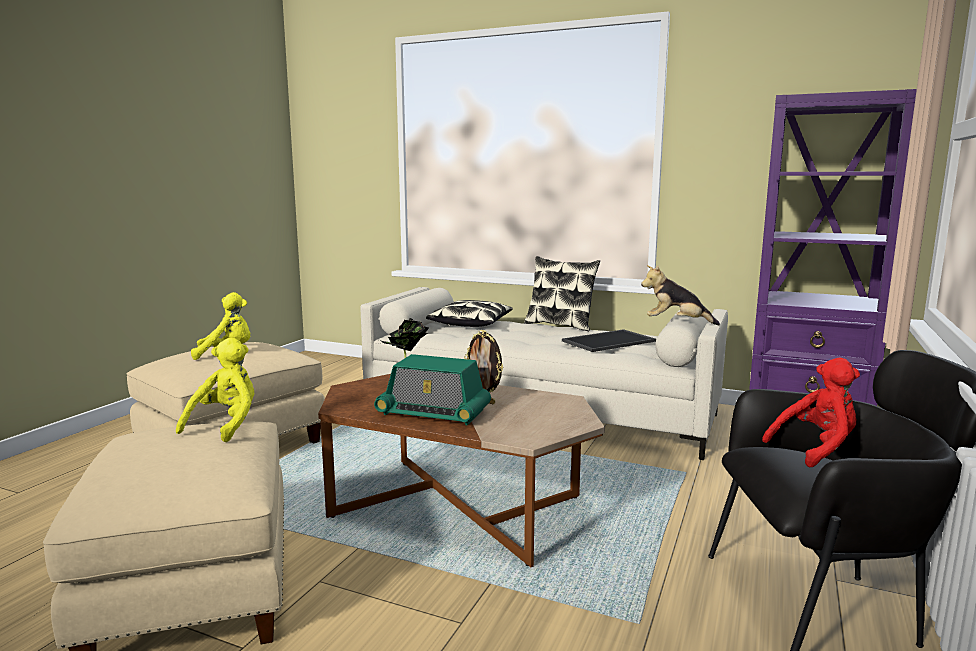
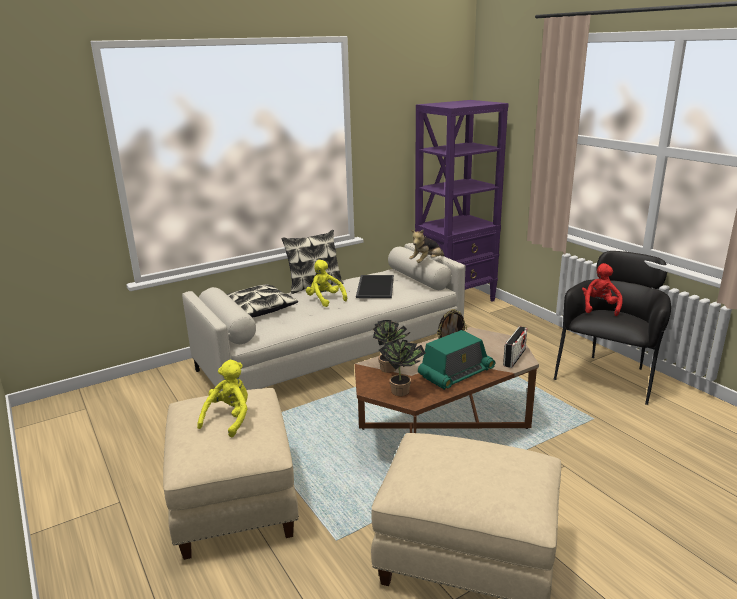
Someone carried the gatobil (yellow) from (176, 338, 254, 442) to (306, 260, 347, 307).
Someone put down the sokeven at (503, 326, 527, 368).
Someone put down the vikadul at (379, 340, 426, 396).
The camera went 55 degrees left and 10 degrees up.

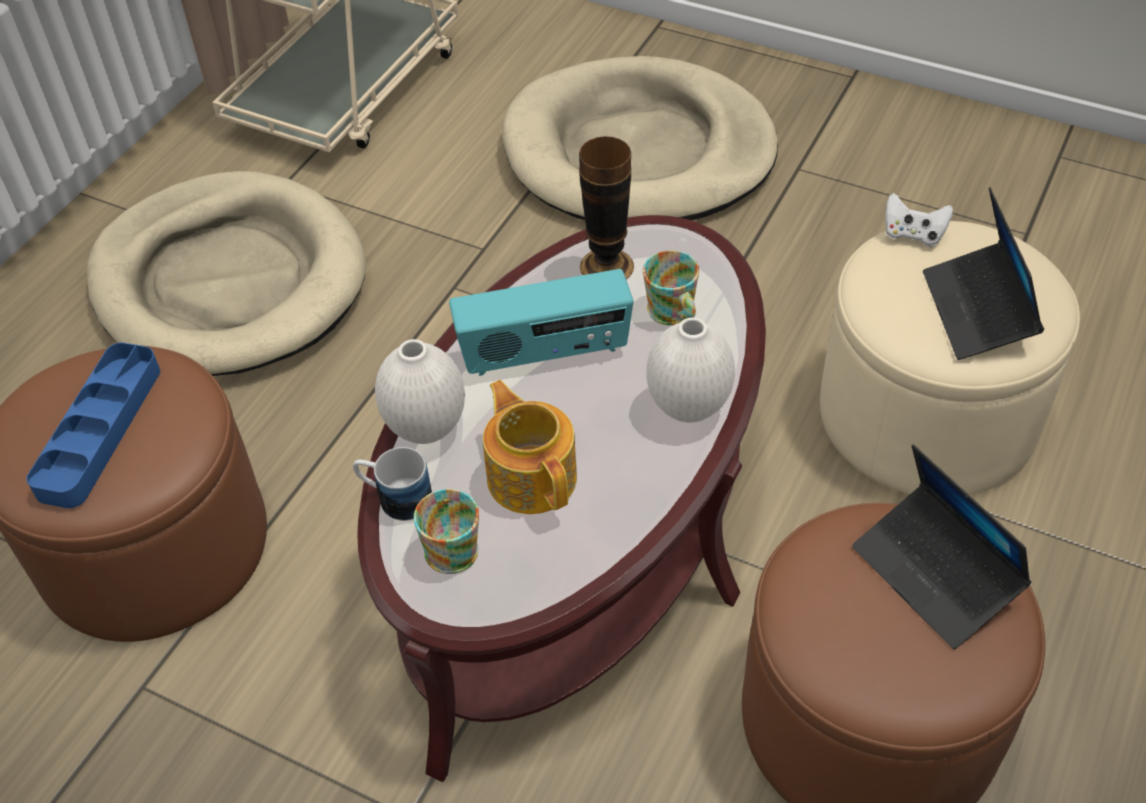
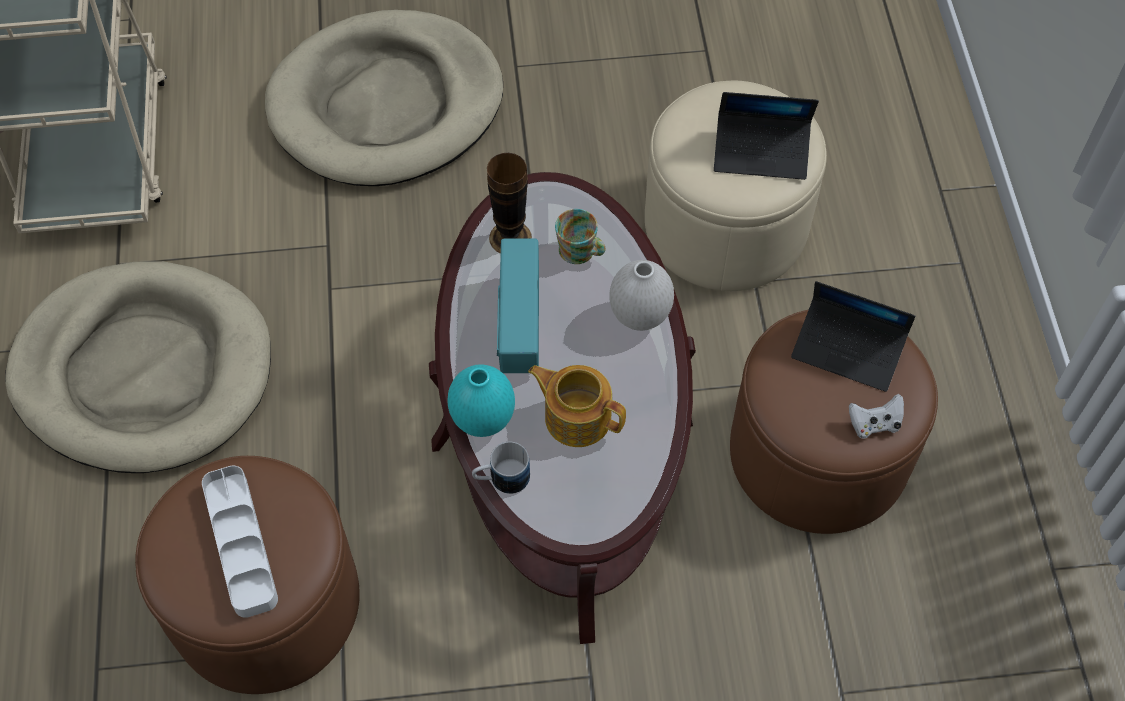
Someone rotated the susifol at (923, 187, 1044, 360) by 45 degrees counterclockwise.
Someone carried the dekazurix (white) from (885, 193, 953, 247) to (849, 394, 904, 439).
Someone rotated the sokeven at (449, 269, 633, 376) by 135 degrees clockwise.
Someone repainted the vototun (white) at (375, 339, 465, 444), which became the vototun (turquoise) at (447, 364, 515, 437).
Someone repainted the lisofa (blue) at (26, 342, 160, 508), which became the lisofa (white) at (202, 465, 278, 618).
Someone took away the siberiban at (414, 489, 479, 574).
The camera went 35 degrees left and 10 degrees up.

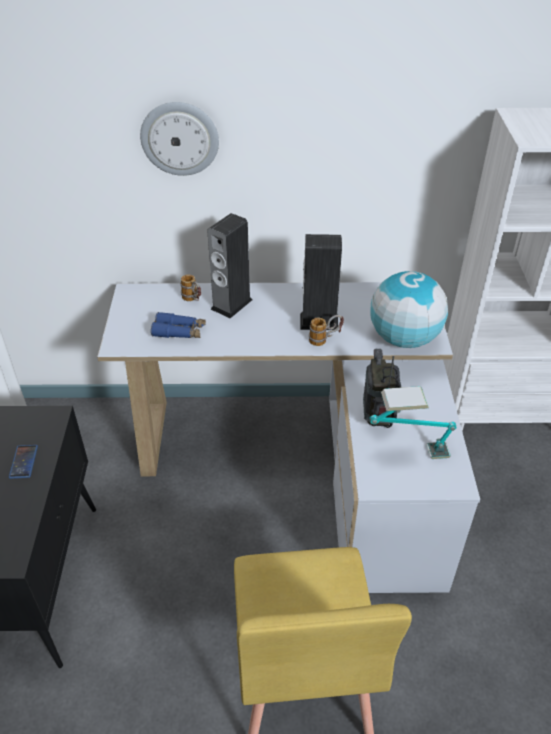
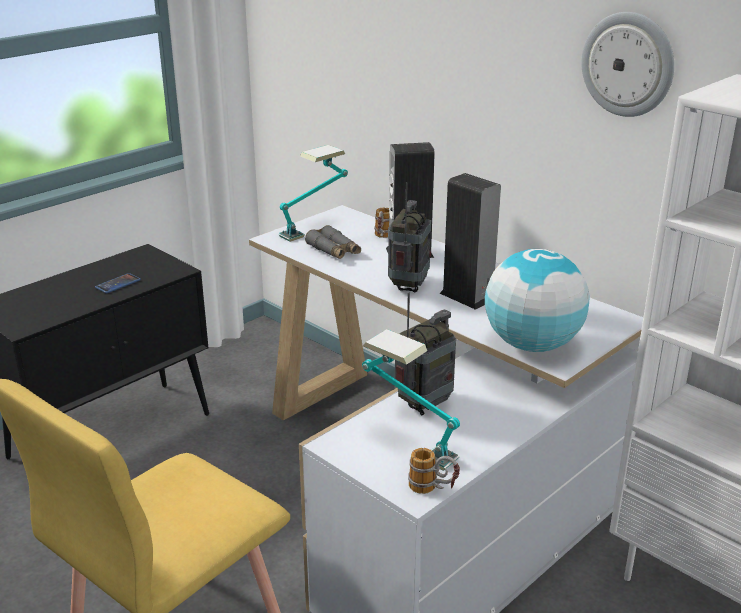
Someone carried the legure from (140, 102, 219, 176) to (581, 12, 674, 117).
Someone repainted the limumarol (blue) at (151, 312, 206, 338), which became the limumarol (grey) at (305, 225, 361, 259).
Someone carried the siberiban from (309, 315, 344, 346) to (408, 448, 460, 494).
Someone put down the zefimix at (278, 145, 348, 242).
Someone put down the sokeven at (388, 182, 431, 292).
The camera went 45 degrees right and 15 degrees down.

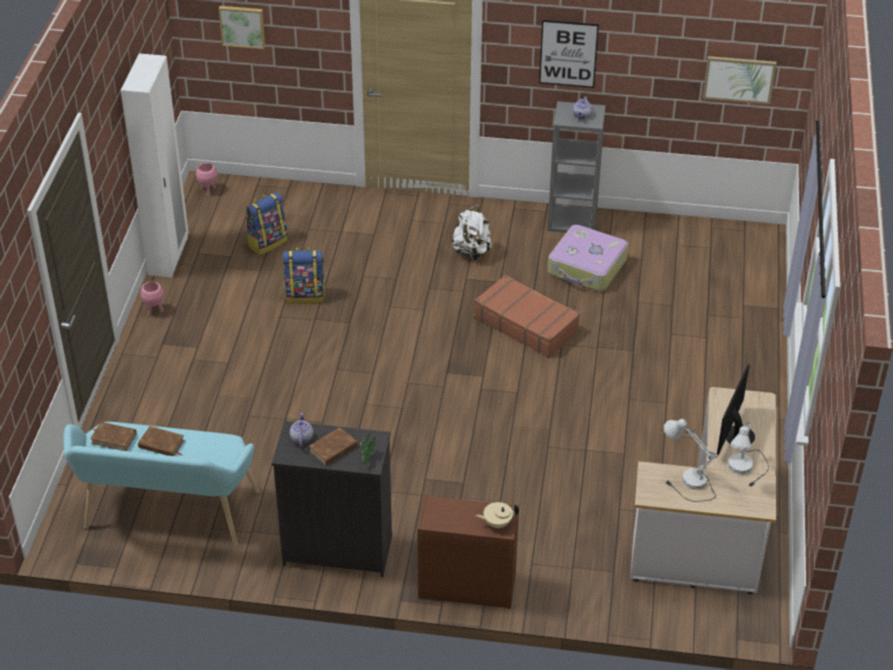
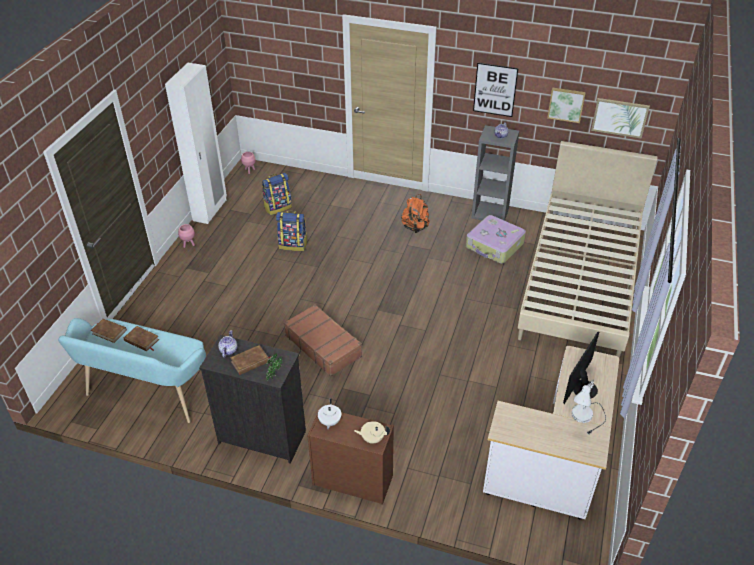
Someone carried the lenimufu from (218, 6, 265, 49) to (547, 87, 586, 123).
Someone repainted the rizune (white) at (451, 205, 492, 260), which became the rizune (orange) at (401, 194, 430, 233).
Someone carried the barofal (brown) from (474, 275, 580, 358) to (284, 304, 362, 377).
Someone took away the zefimix (white) at (663, 419, 718, 502).
Someone put down the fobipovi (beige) at (518, 141, 658, 358).
Someone put down the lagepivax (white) at (318, 398, 341, 429).
The camera went 10 degrees right and 0 degrees up.

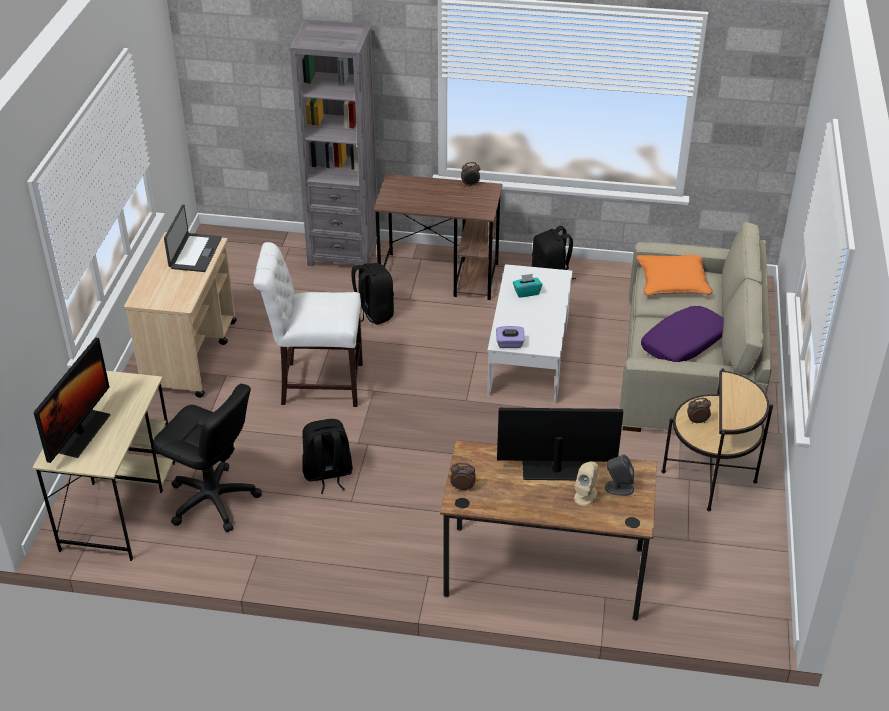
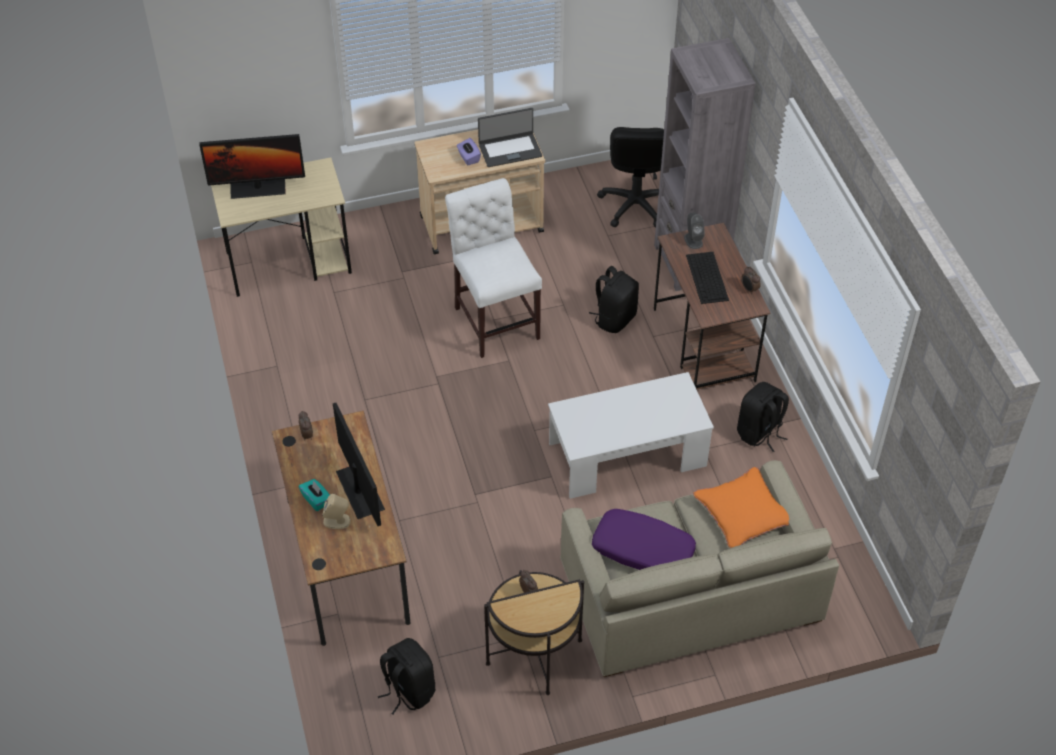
Someone carried the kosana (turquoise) from (513, 274, 542, 298) to (299, 479, 330, 511).
Someone carried the kosana (purple) from (496, 326, 524, 348) to (457, 138, 481, 165).
Someone carried the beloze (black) from (153, 384, 262, 532) to (597, 127, 664, 228).
Someone carried the rizune (black) from (302, 419, 353, 494) to (378, 638, 435, 715).
Someone carried the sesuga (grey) from (605, 455, 634, 496) to (684, 212, 705, 249).
Someone put down the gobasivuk at (686, 252, 729, 304).
The camera went 65 degrees right and 10 degrees up.

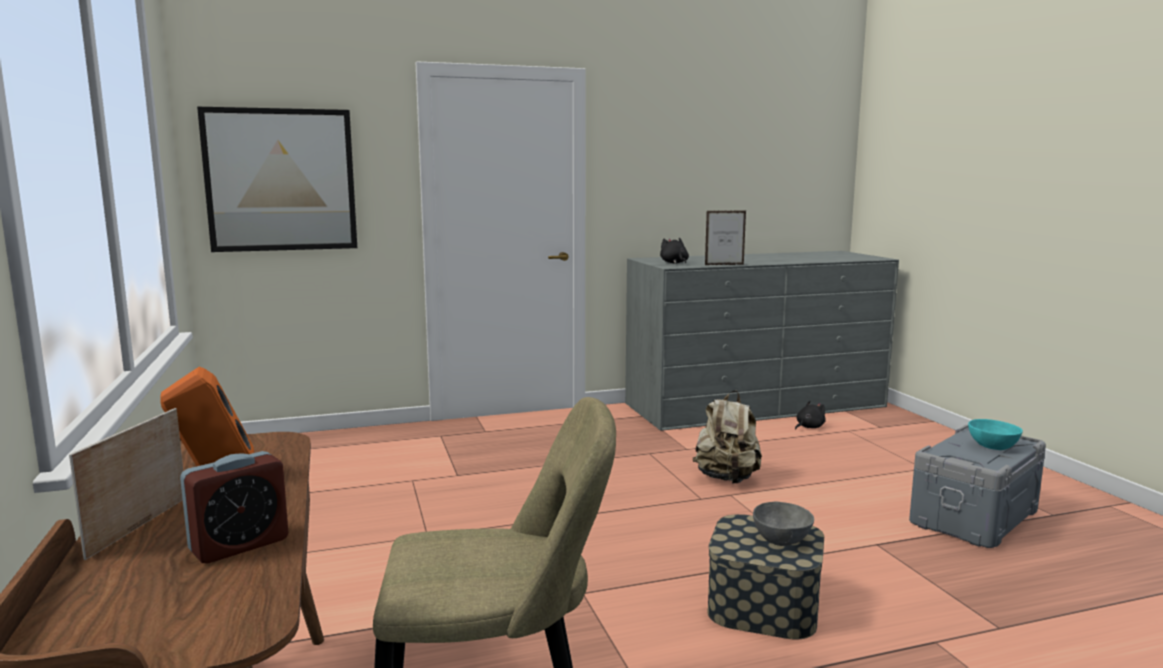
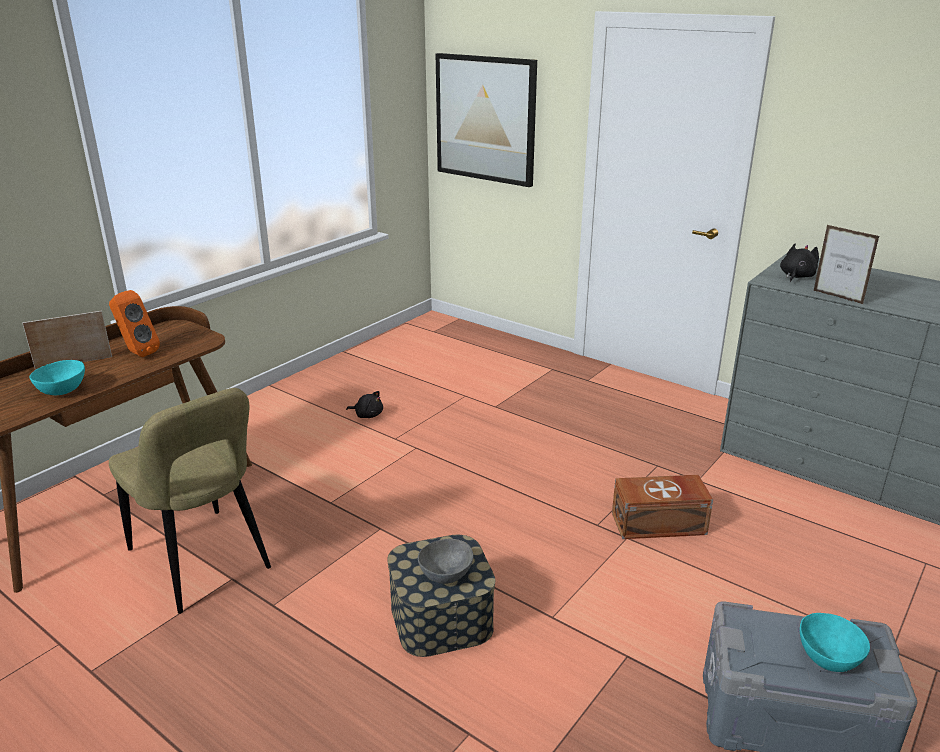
Someone swapped the rizune (beige) at (693, 391, 762, 484) for the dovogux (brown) at (612, 475, 713, 539).
Someone carried the gatobil (black) from (795, 401, 826, 430) to (346, 391, 383, 418).
Someone swapped the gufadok at (180, 451, 288, 564) for the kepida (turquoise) at (29, 360, 85, 395).
The camera went 55 degrees right and 15 degrees up.

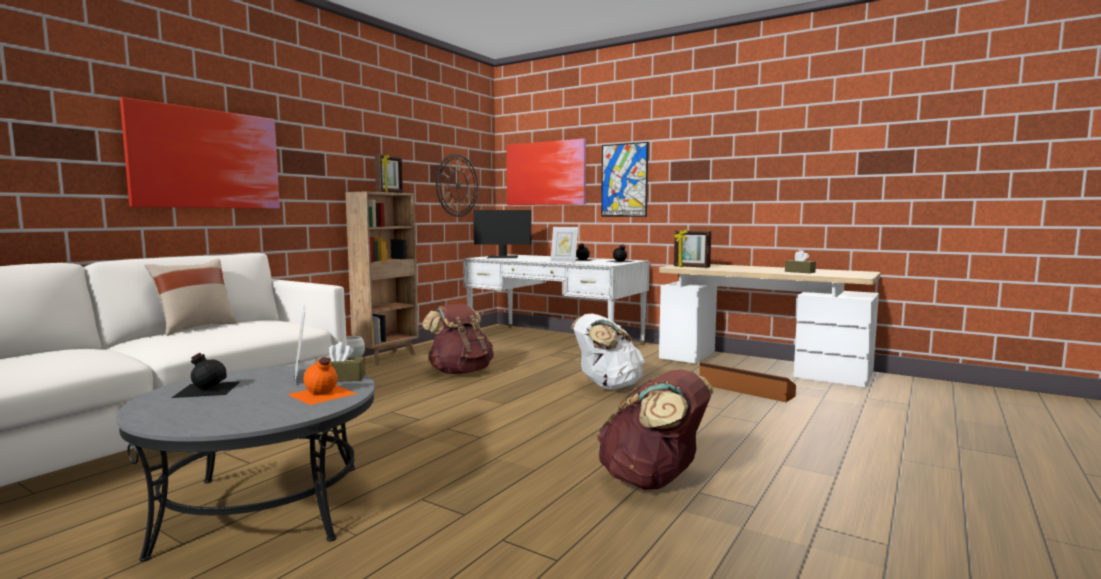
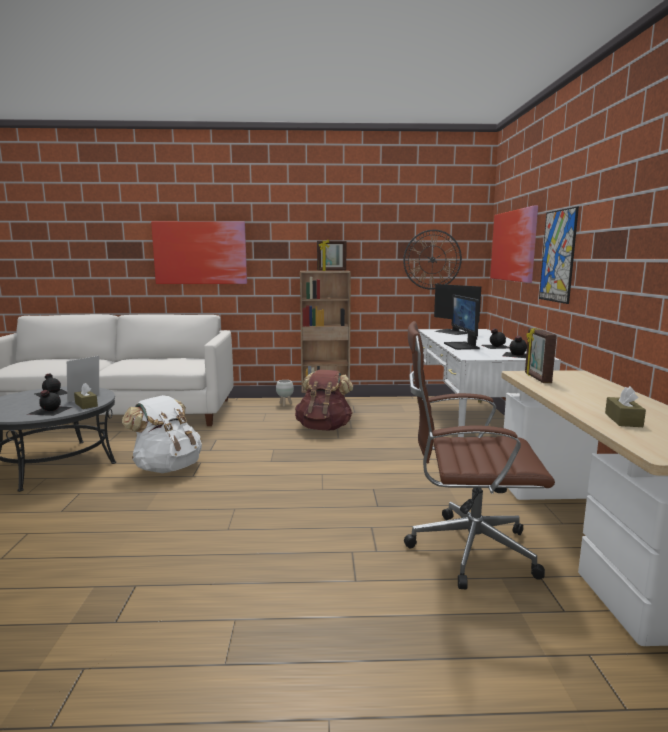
Someone swapped the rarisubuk at (551, 227, 578, 262) for the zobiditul at (444, 295, 480, 350).
Someone took away the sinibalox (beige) at (144, 259, 237, 336).
Someone carried the rizune (white) from (571, 313, 645, 390) to (122, 395, 202, 473).
Someone repainted the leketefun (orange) at (288, 357, 358, 405), which became the leketefun (black) at (27, 390, 72, 416).
Someone swapped the dovogux (brown) at (699, 362, 796, 402) for the beloze (brown) at (404, 321, 555, 589).
Someone took away the rizune (brown) at (597, 369, 713, 490).
The camera went 55 degrees right and 5 degrees up.

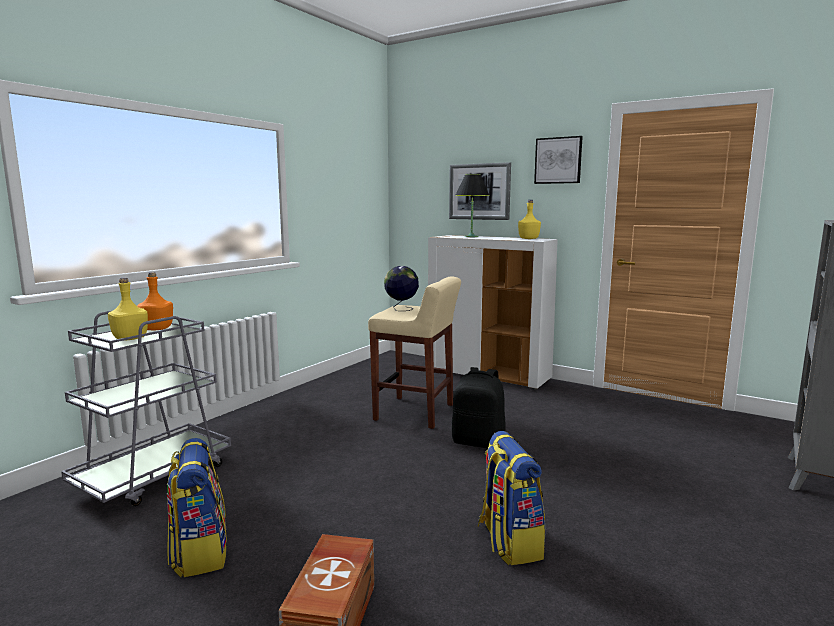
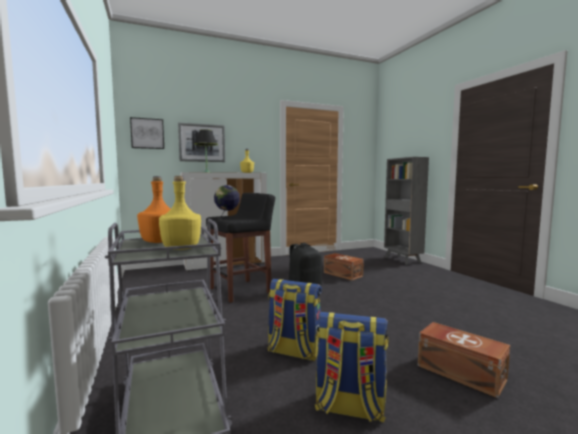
Someone carried the lenimufu from (534, 136, 583, 184) to (130, 117, 164, 149).
Someone repainted the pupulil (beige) at (368, 276, 461, 429), which became the pupulil (black) at (206, 193, 275, 303).
Someone carried the rizune from (478, 431, 545, 565) to (267, 279, 322, 362).
Someone put down the dovogux (brown) at (324, 253, 364, 280).
The camera went 55 degrees left and 5 degrees down.

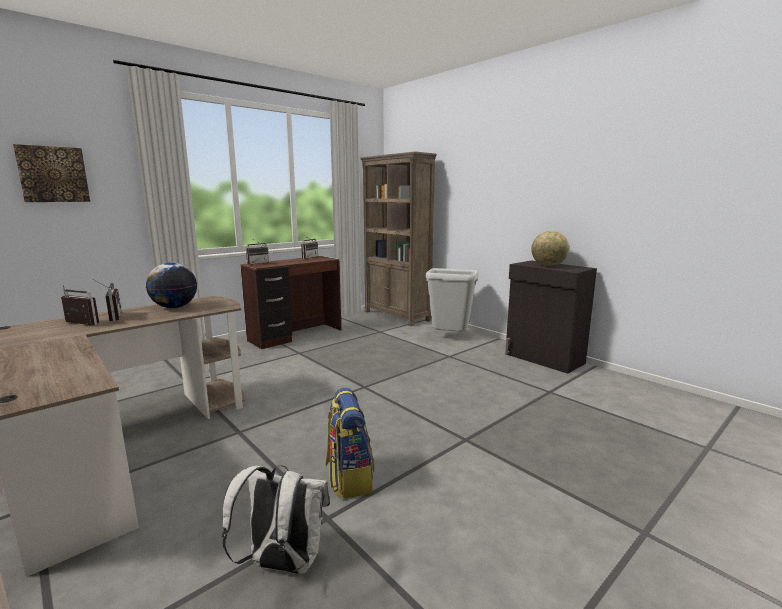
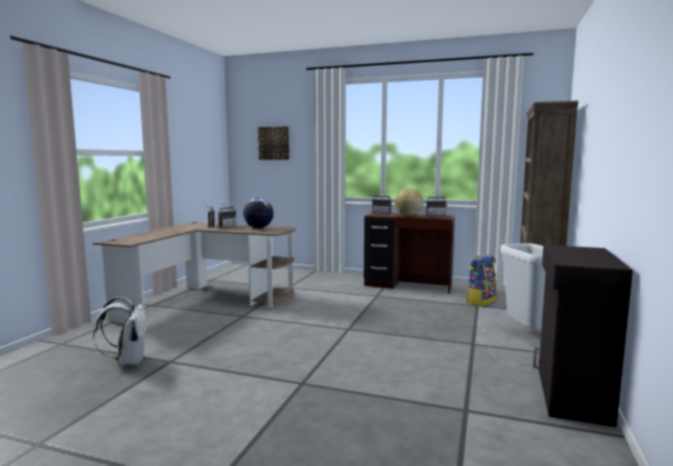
Someone carried the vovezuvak from (531, 231, 569, 266) to (395, 188, 423, 216).
Someone carried the rizune from (326, 388, 374, 498) to (466, 255, 497, 306).
The camera went 60 degrees right and 5 degrees down.

